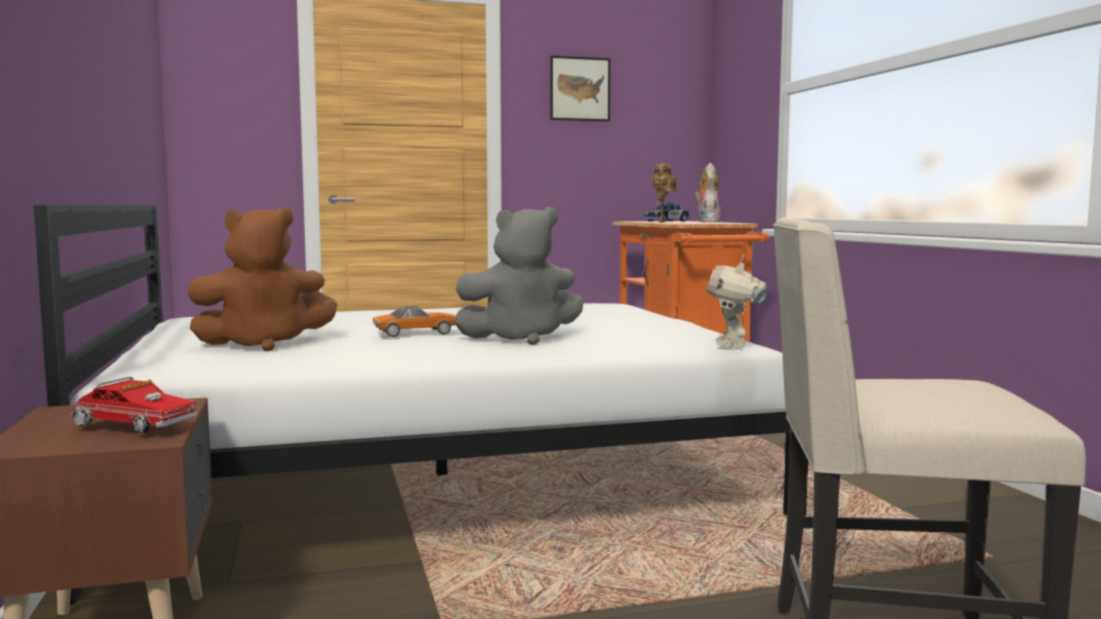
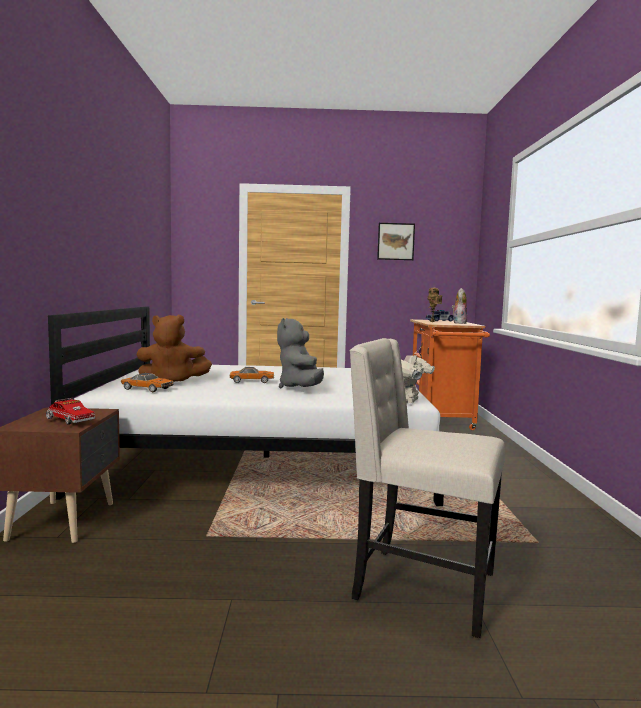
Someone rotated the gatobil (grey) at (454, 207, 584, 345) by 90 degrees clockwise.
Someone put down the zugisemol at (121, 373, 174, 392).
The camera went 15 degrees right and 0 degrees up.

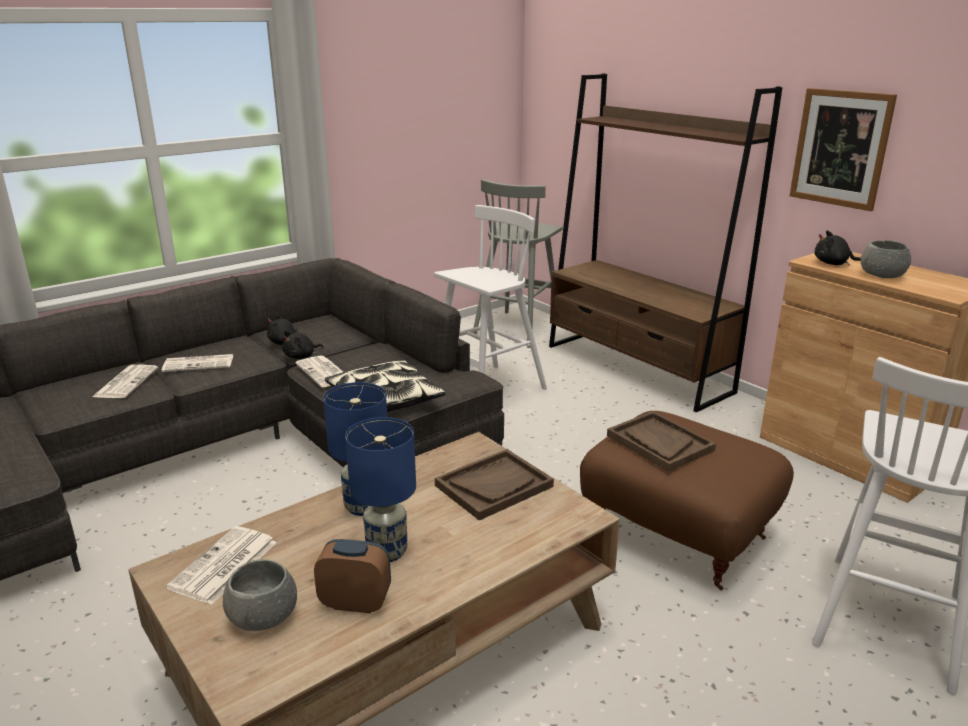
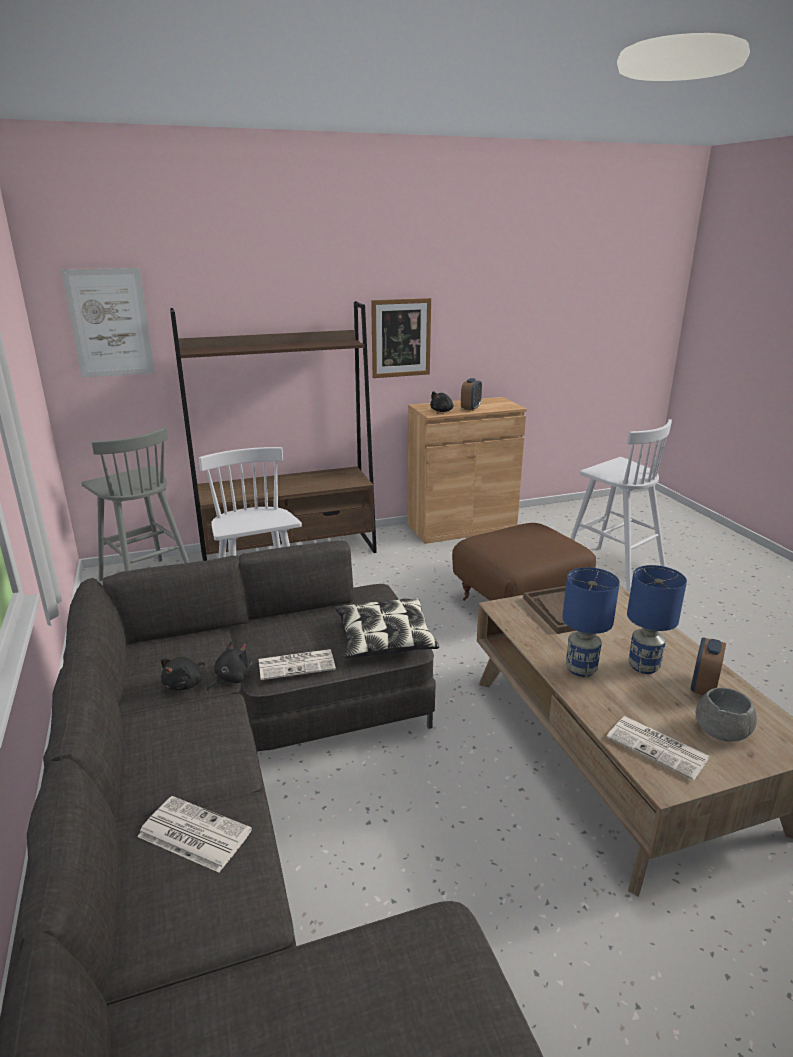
Someone swapped the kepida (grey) at (861, 240, 911, 278) for the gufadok at (461, 378, 482, 411).
Someone rotated the gatobil (black) at (282, 330, 323, 359) by 120 degrees counterclockwise.
Someone took away the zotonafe at (162, 354, 234, 372).
Someone took away the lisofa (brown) at (607, 411, 716, 472).
Someone put up the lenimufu at (61, 268, 155, 378).
The camera went 70 degrees left and 0 degrees up.

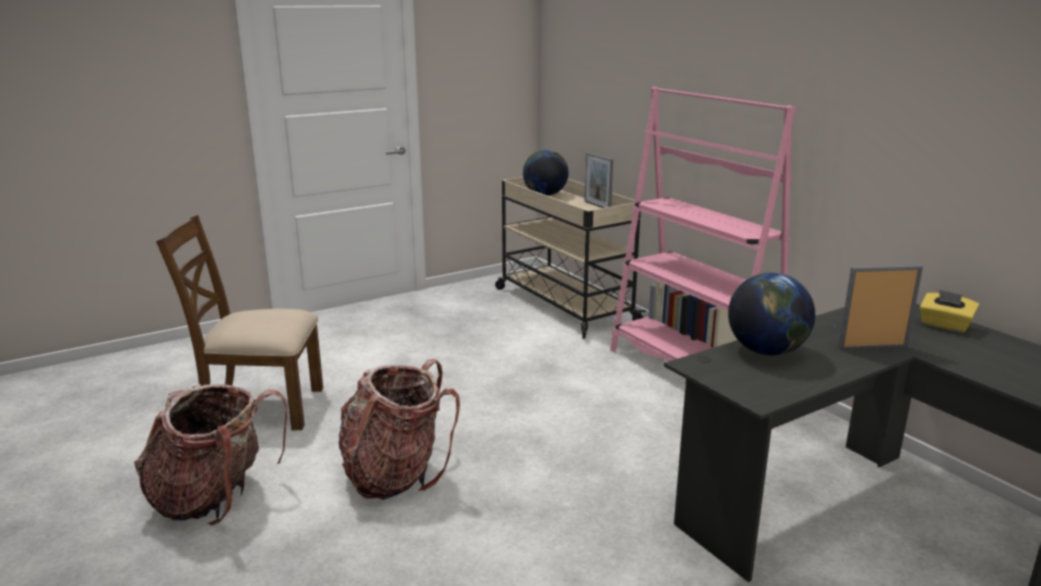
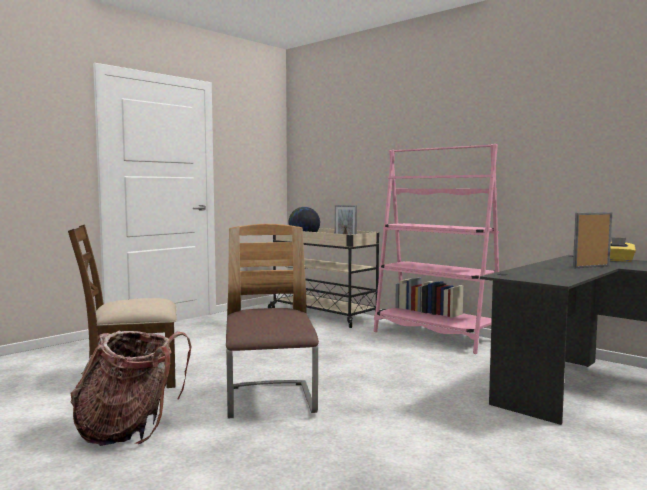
Someone took away the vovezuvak at (728, 273, 815, 355).
Someone swapped the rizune at (339, 359, 460, 500) for the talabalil at (226, 224, 319, 418).
The camera went 15 degrees left and 15 degrees down.

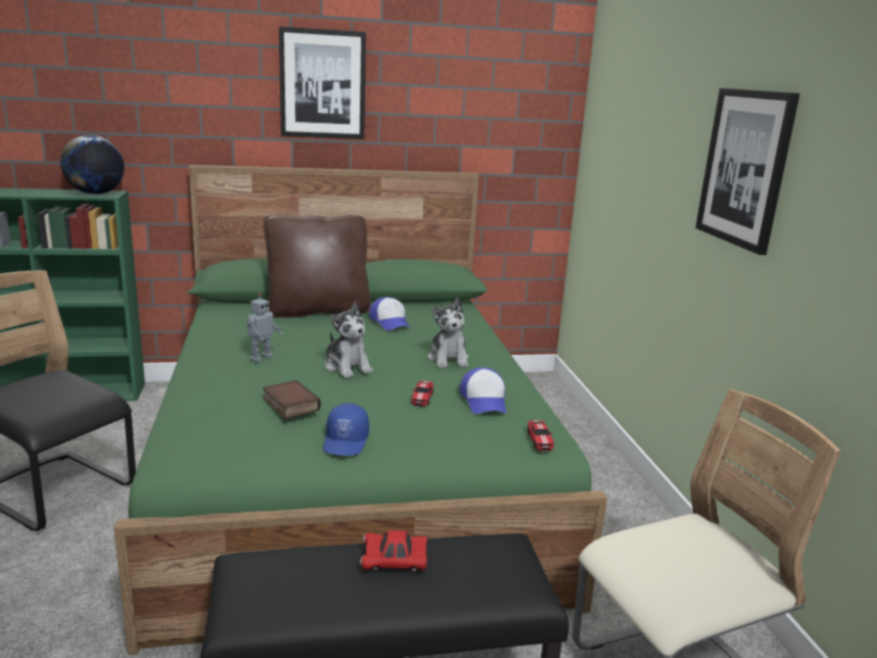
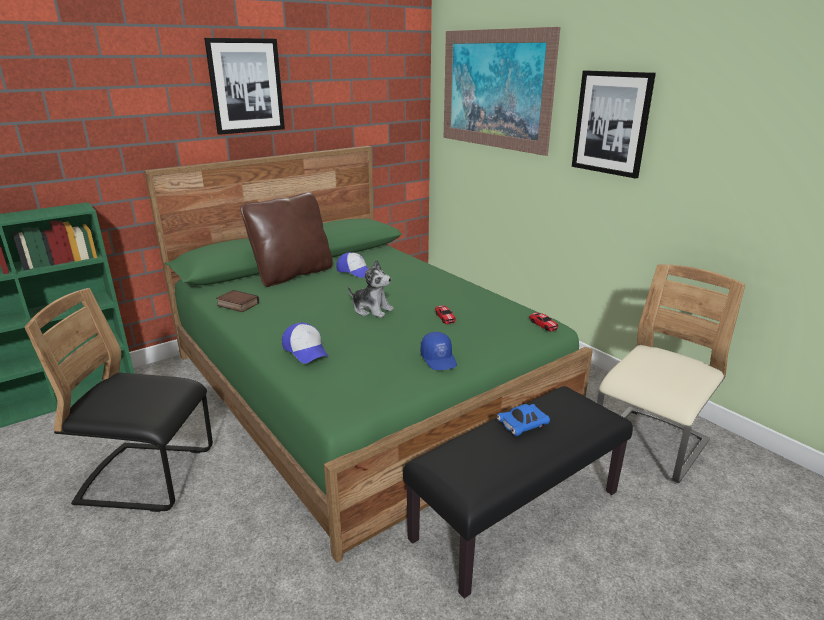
Someone took away the vovezuvak at (60, 135, 124, 194).
Someone took away the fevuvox at (247, 293, 282, 363).
Someone took away the gatobil at (428, 298, 469, 368).
Someone carried the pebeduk from (460, 367, 506, 414) to (282, 323, 328, 364).
Someone carried the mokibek from (263, 380, 321, 419) to (216, 290, 259, 312).
Someone repainted the zugisemol (red) at (360, 530, 427, 571), which became the zugisemol (blue) at (497, 404, 550, 436).
Someone put up the lenimufu at (444, 27, 560, 156).
The camera went 25 degrees left and 5 degrees up.

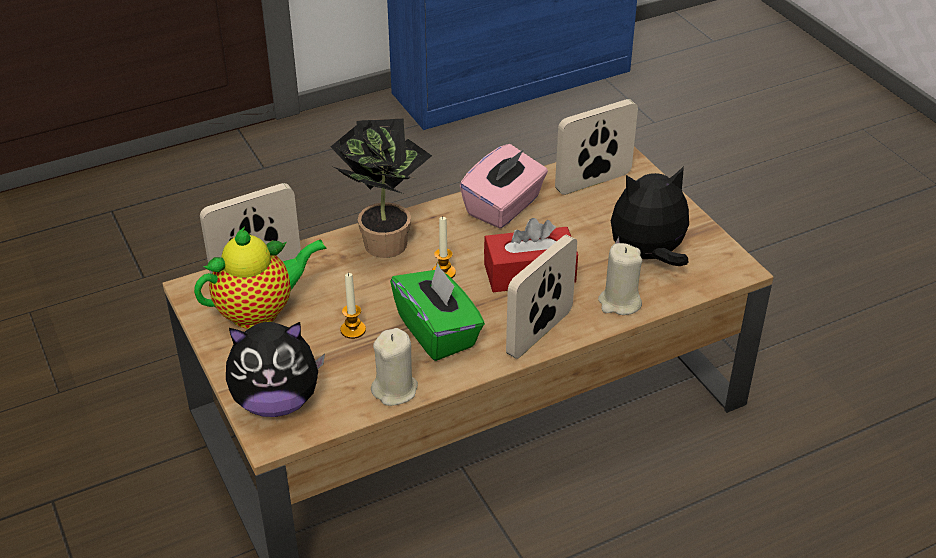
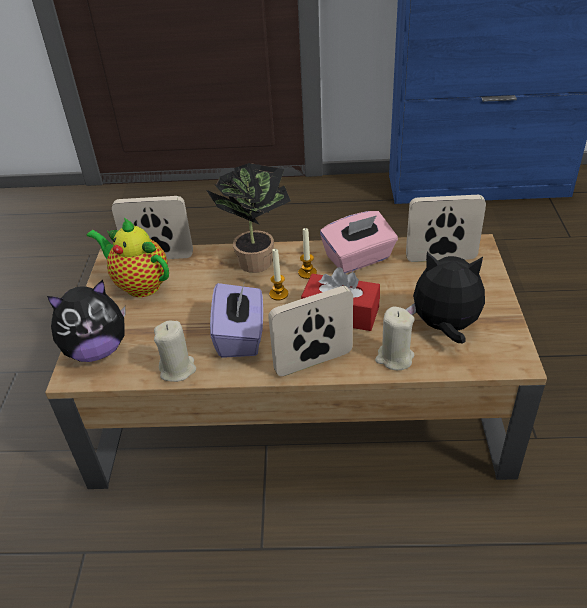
Someone rotated the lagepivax at (194, 227, 327, 329) by 150 degrees counterclockwise.
Someone repainted the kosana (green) at (390, 263, 485, 361), which became the kosana (purple) at (210, 281, 263, 358).
Someone carried the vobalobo from (340, 272, 366, 339) to (298, 227, 317, 279).
Someone rotated the gatobil at (226, 322, 325, 417) by 45 degrees counterclockwise.
The camera went 30 degrees right and 0 degrees up.

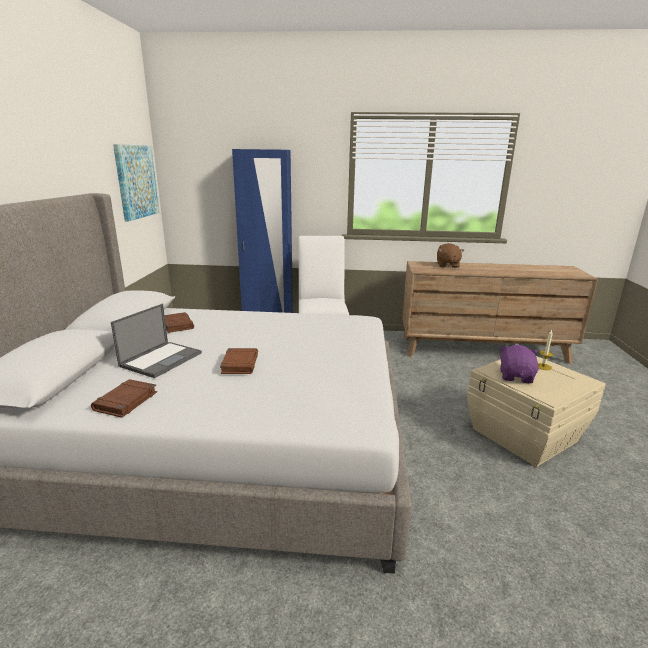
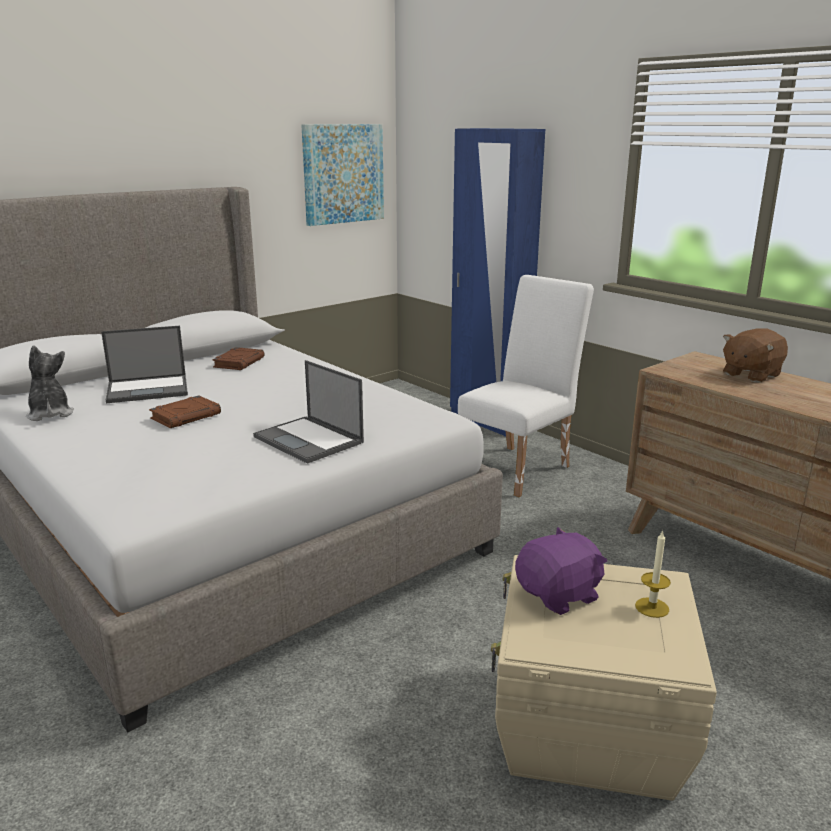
Someone swapped the mokibek (brown) at (91, 379, 157, 418) for the gatobil at (26, 345, 74, 421).
Someone put down the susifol at (253, 360, 364, 464).
The camera went 45 degrees right and 0 degrees up.

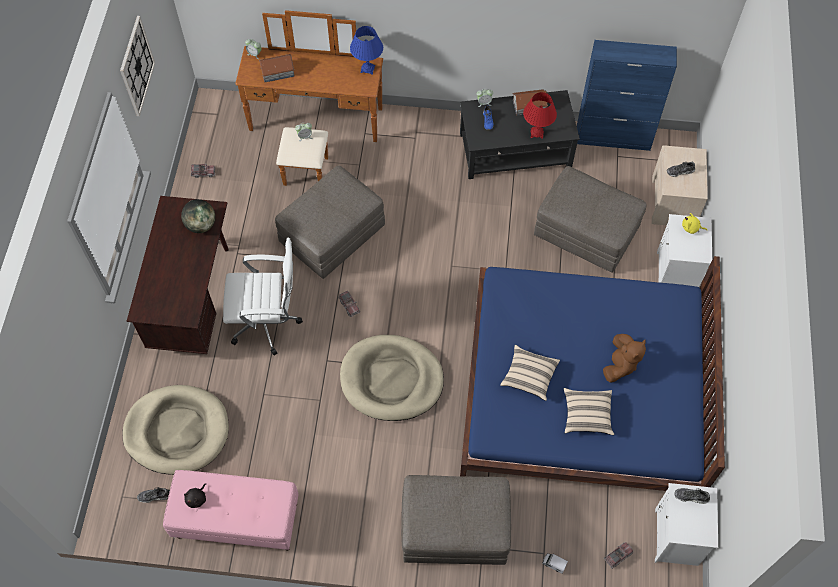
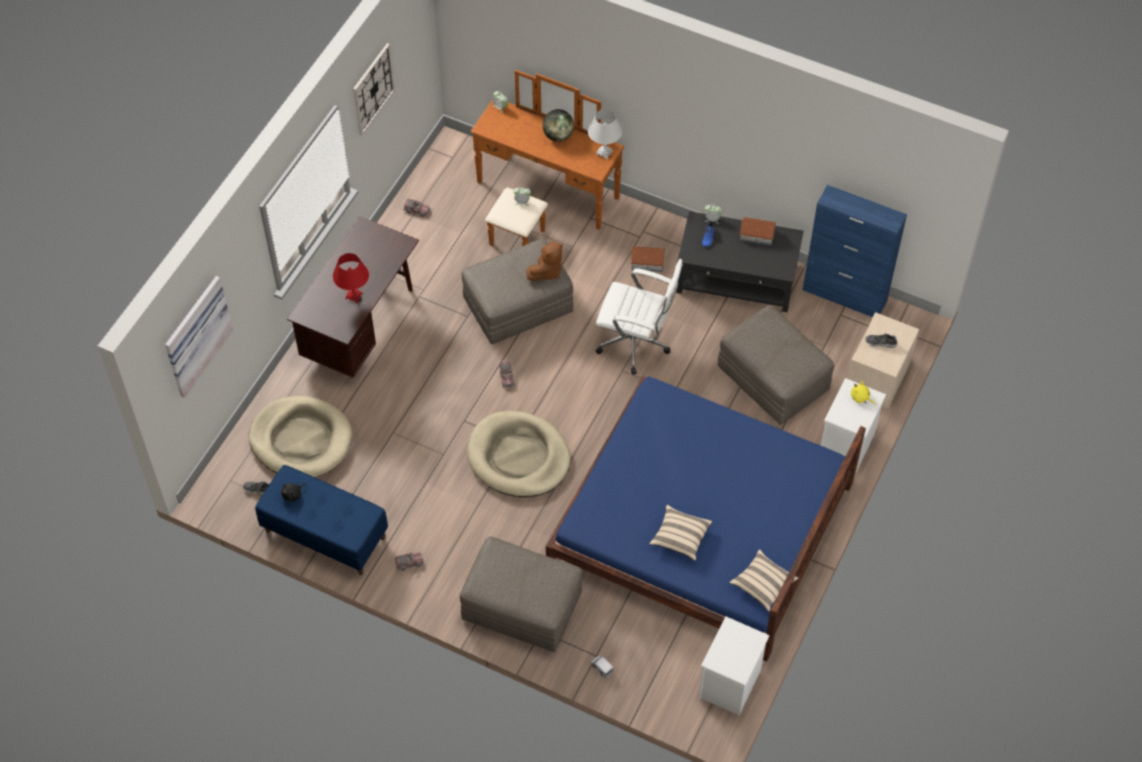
Someone repainted the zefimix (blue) at (350, 26, 383, 75), which became the zefimix (white) at (588, 109, 622, 160).
Someone carried the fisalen from (259, 54, 295, 82) to (631, 246, 665, 272).
Someone carried the zefimix (red) from (523, 92, 557, 139) to (333, 253, 369, 303).
Someone carried the vovezuvak from (181, 199, 215, 233) to (543, 109, 574, 142).
Someone carried the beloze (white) from (223, 238, 303, 355) to (596, 259, 682, 375).
Someone carried the gatobil (brown) from (603, 334, 646, 382) to (526, 241, 563, 281).
Someone carried the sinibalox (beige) from (500, 345, 560, 401) to (729, 549, 798, 612).
Someone repainted the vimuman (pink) at (163, 470, 299, 551), which became the vimuman (blue) at (255, 465, 388, 575).
Someone took away the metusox at (674, 488, 710, 504).
Someone carried the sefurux from (604, 542, 633, 569) to (394, 552, 424, 571).
Someone put up the lenimufu at (165, 276, 233, 398).
The camera went 20 degrees right and 5 degrees down.

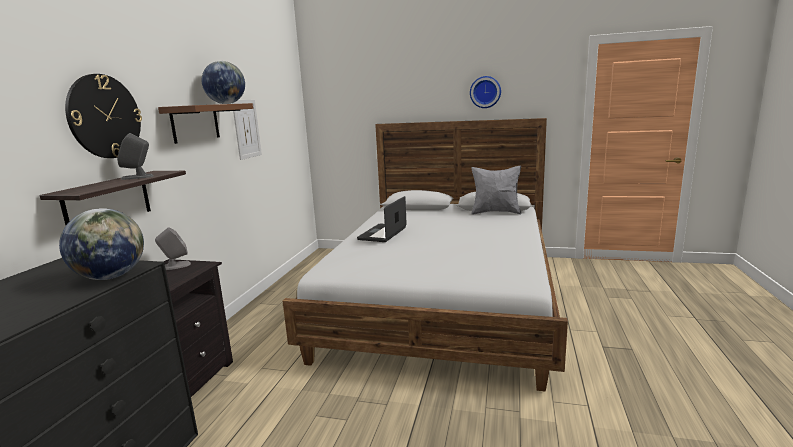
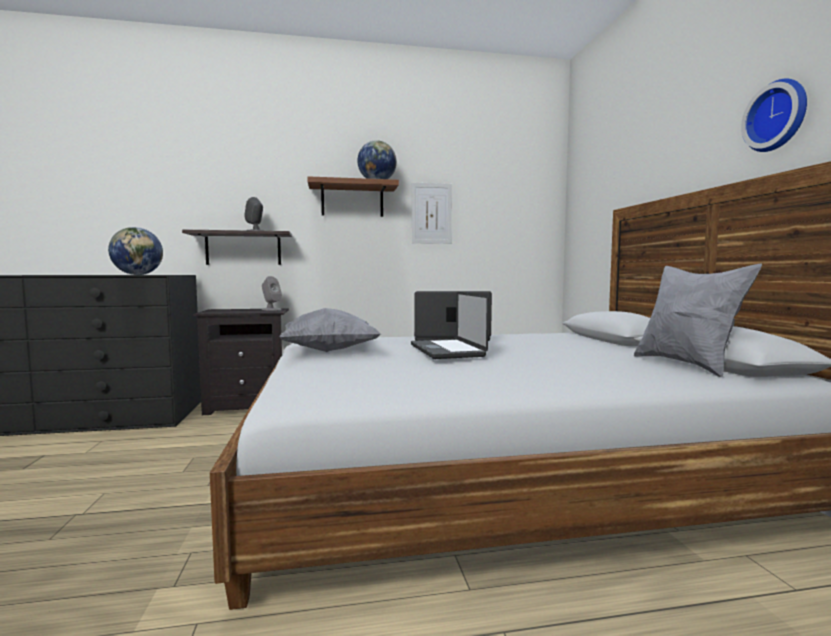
Someone took away the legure at (65, 74, 142, 158).
Someone put down the susifol at (411, 292, 489, 359).
Someone put down the sinibalox (grey) at (279, 308, 381, 352).
The camera went 65 degrees right and 10 degrees down.

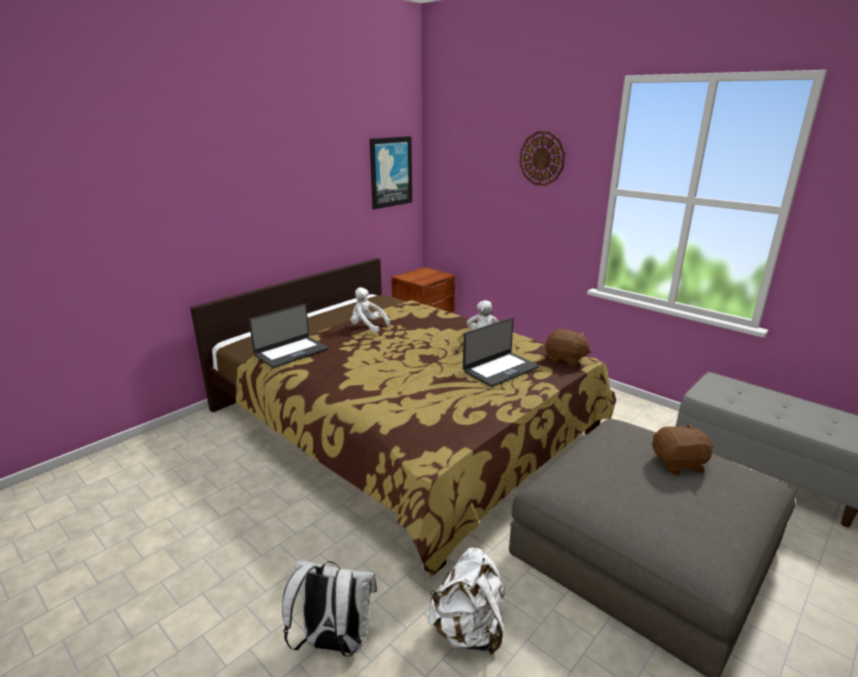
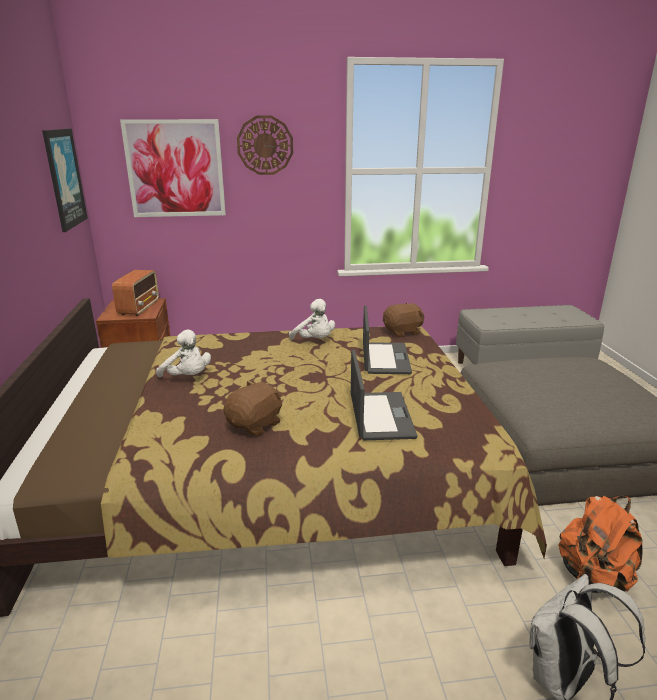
Someone rotated the gatobil (white) at (351, 287, 391, 333) by 120 degrees counterclockwise.
Someone carried the susifol from (249, 304, 329, 368) to (351, 350, 418, 440).
Someone carried the gatobil (brown) from (652, 423, 713, 475) to (224, 381, 283, 436).
Someone repainted the rizune (white) at (428, 547, 505, 655), which became the rizune (orange) at (558, 495, 642, 593).
Someone put up the lenimufu at (120, 119, 226, 217).
Someone put down the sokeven at (112, 270, 159, 316).
The camera went 50 degrees left and 0 degrees up.

